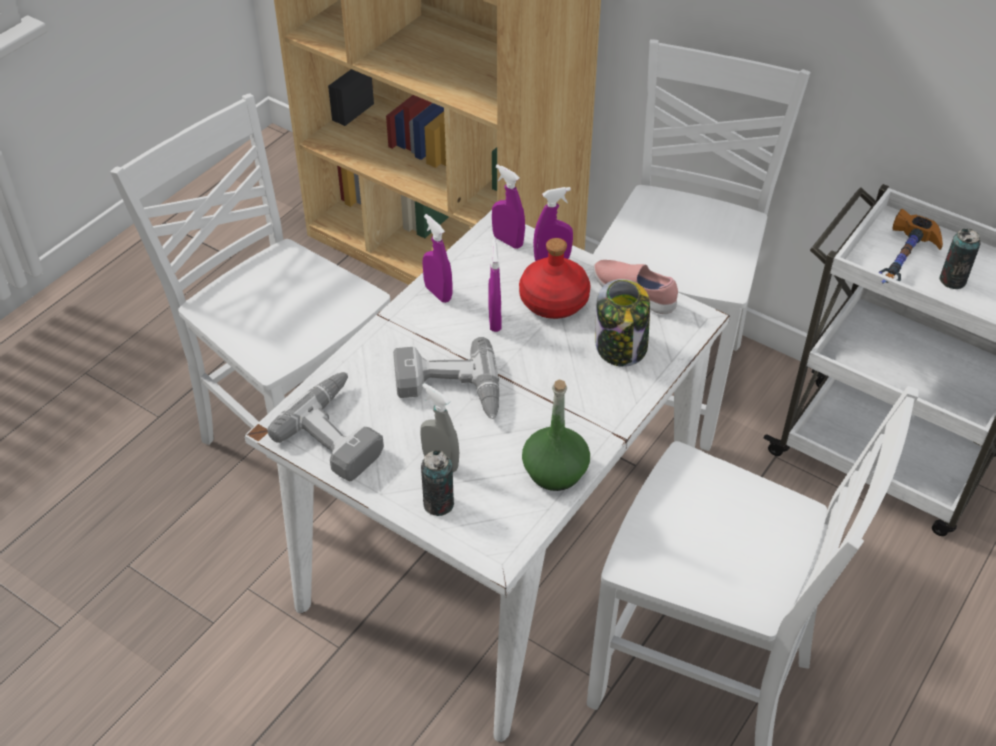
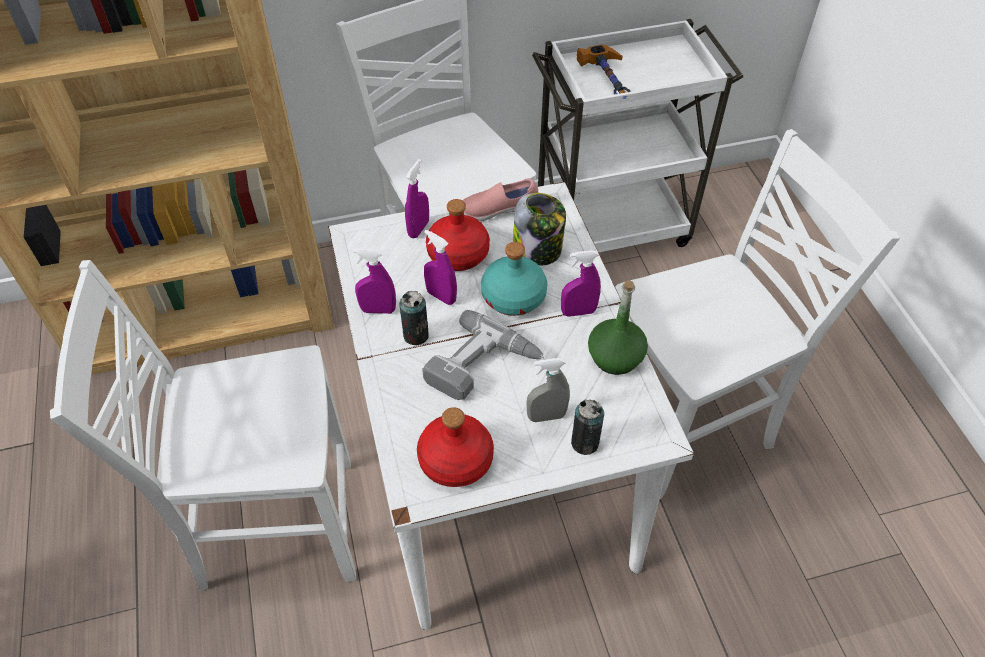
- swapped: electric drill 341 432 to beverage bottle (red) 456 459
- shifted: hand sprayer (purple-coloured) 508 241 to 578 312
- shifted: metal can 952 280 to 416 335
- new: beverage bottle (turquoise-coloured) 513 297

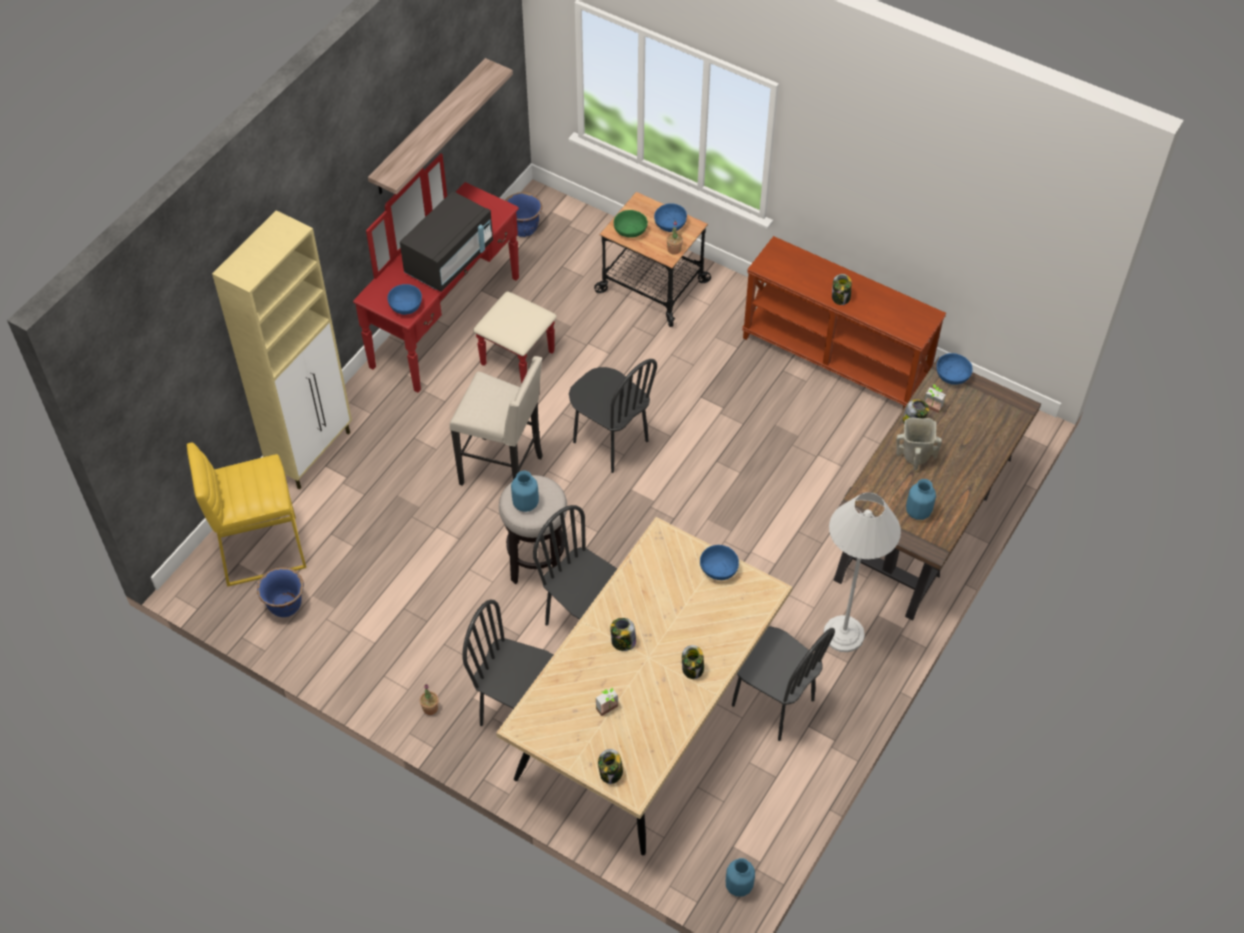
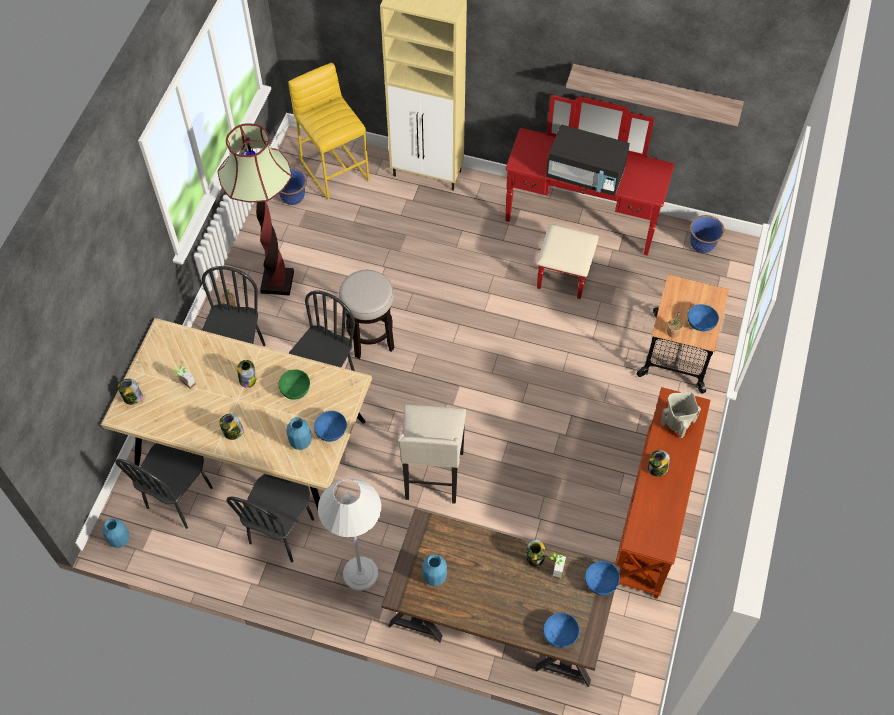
- shifted: bowl (blue-coloured) 406 306 to 560 634
- shifted: stool (beige-coloured) 503 470 to 433 477
- shifted: flower vase (blue-coloured) 525 504 to 300 442
- shifted: upright chair (black-coloured) 610 442 to 180 498
- shifted: bowl (green) 630 230 to 295 389
- shifted: flower vase (beige-coloured) 914 456 to 677 422
- new: standard lamp 277 282

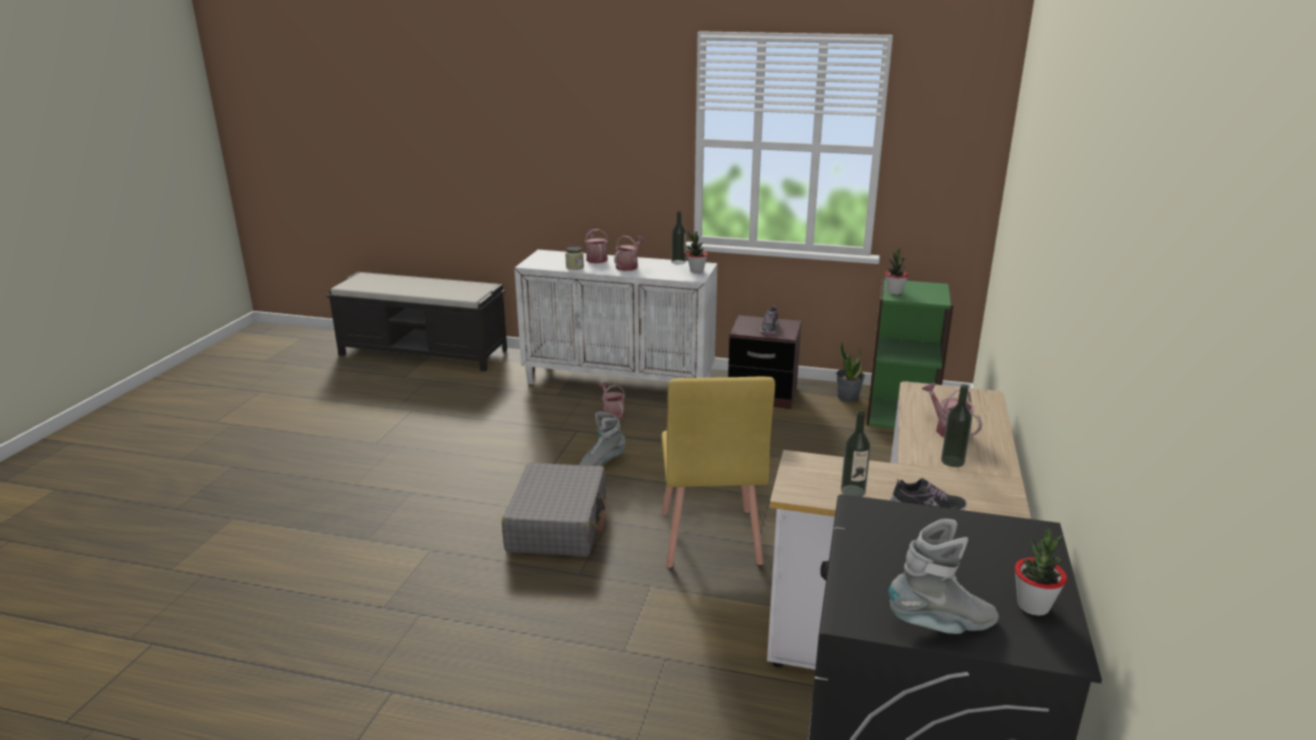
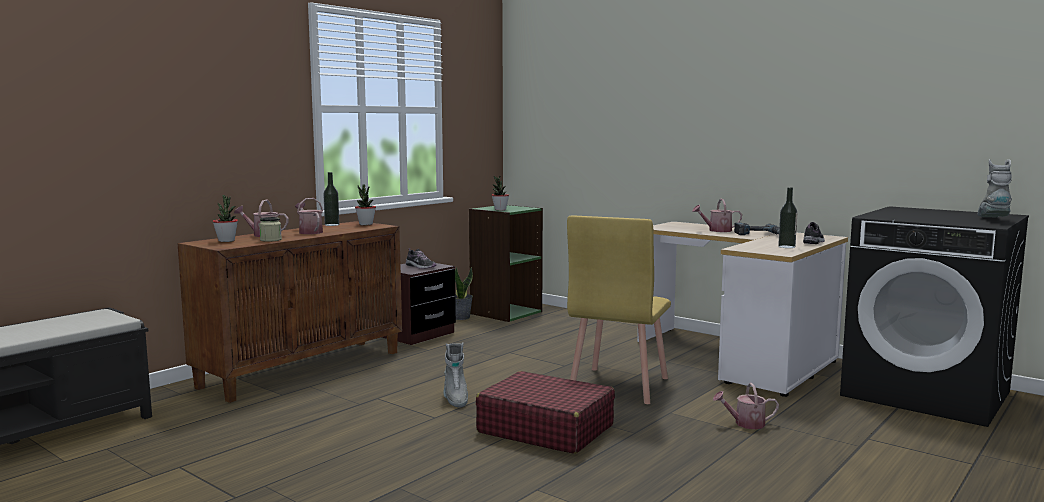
- repainted: suitcase (grey) 558 524 to suitcase (red) 545 429
- repainted: cabinet (white-coloured) 620 381 to cabinet (brownish) 303 368
- shifted: sprinkling can 612 413 to 745 424
- rotated: upright chair (yellow) 709 538 = 617 385 90 degrees clockwise
- swapped: beverage bottle 952 461 to electric drill 758 234
- shifted: houseplant 1033 606 to 226 241

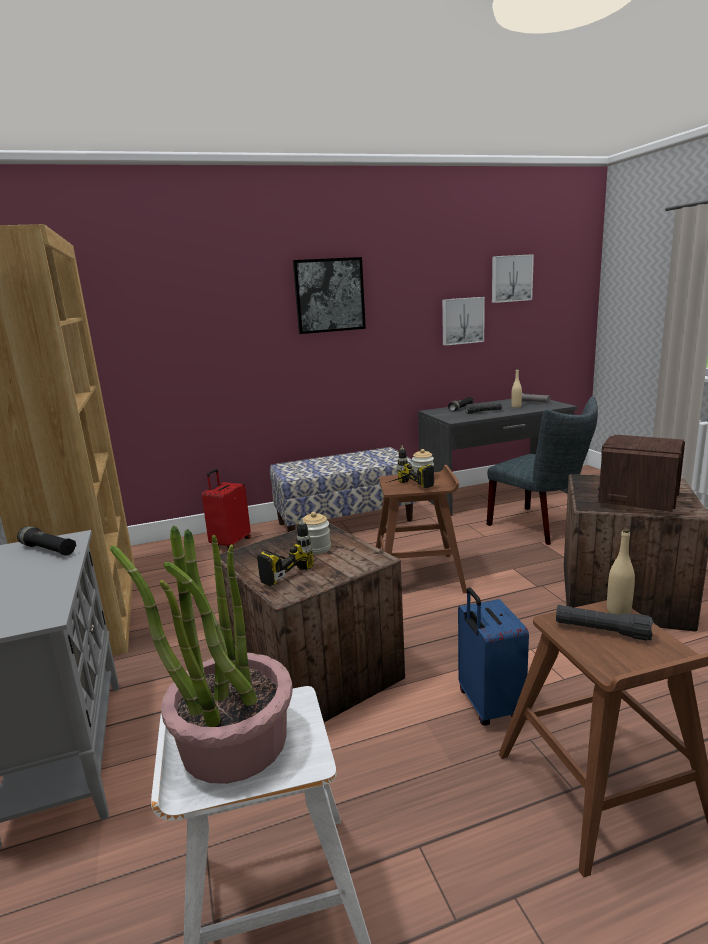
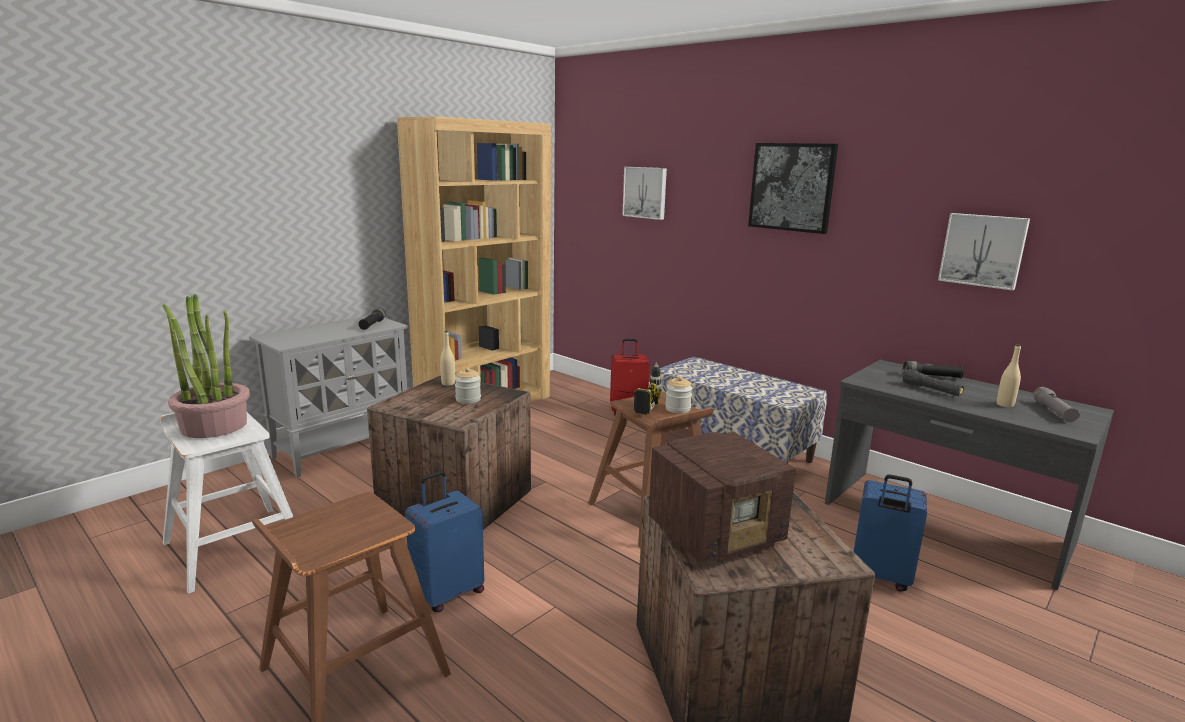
- gone: electric drill 276 570
- swapped: upright chair (grey) 541 527 to suitcase (blue-coloured) 879 577
- shifted: picture 511 278 to 645 192
- gone: torch (black-coloured) 601 631
- rotated: radio receiver 637 501 = 717 533 150 degrees clockwise
- shifted: beverage bottle (beige-coloured) 618 612 to 448 383

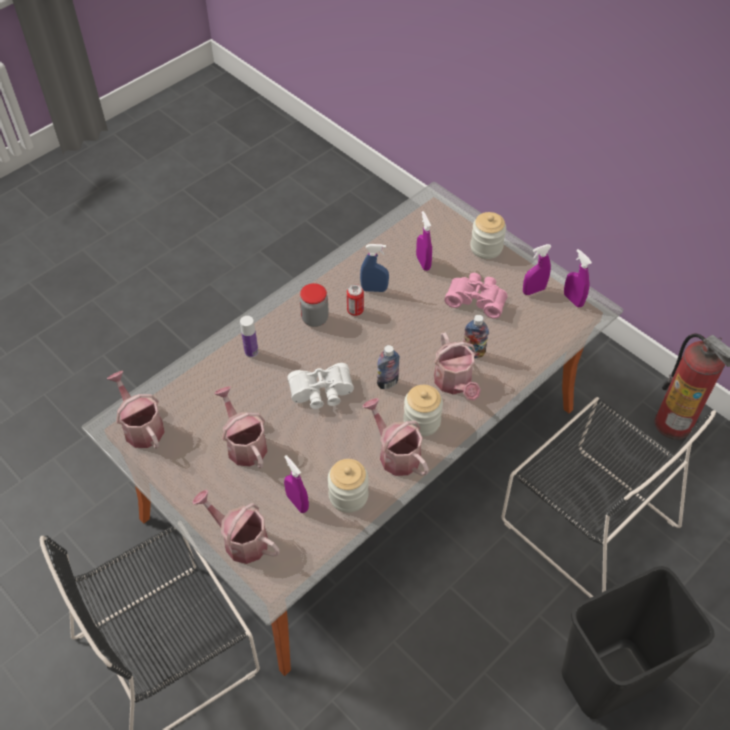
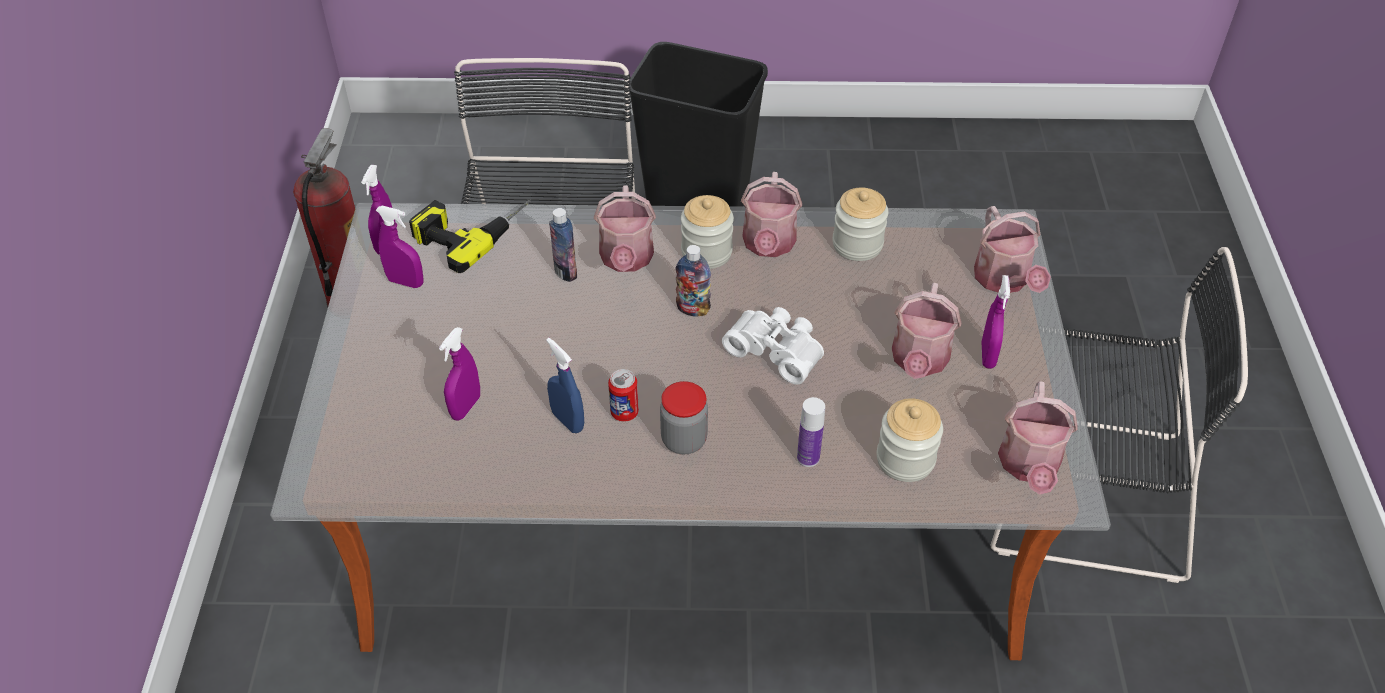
- shifted: hand sprayer (purple-coloured) 297 502 to 988 355
- rotated: sprinkling can 455 383 = 626 259 150 degrees clockwise
- gone: binoculars (pink) 476 299
- shifted: preserve jar 486 248 to 905 459
- new: electric drill 471 228

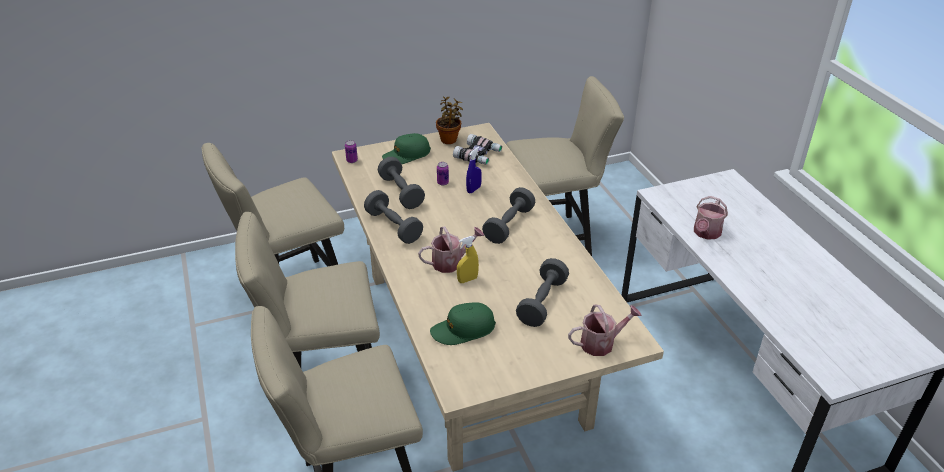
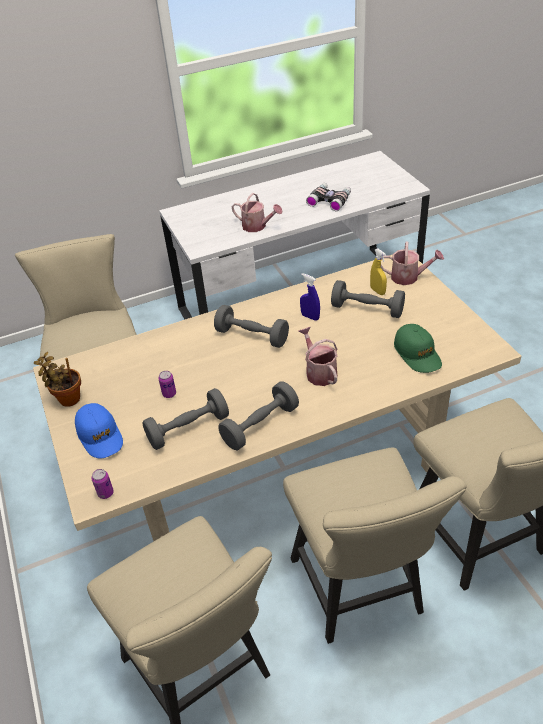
- repainted: baseball cap (green) 406 155 to baseball cap (blue-coloured) 100 436
- shifted: binoculars 478 155 to 330 200
- shifted: hand sprayer (yellow) 467 280 to 377 291
- shifted: hand sprayer (blue-coloured) 473 189 to 310 317
- rotated: sprinkling can 601 343 = 408 277 120 degrees clockwise

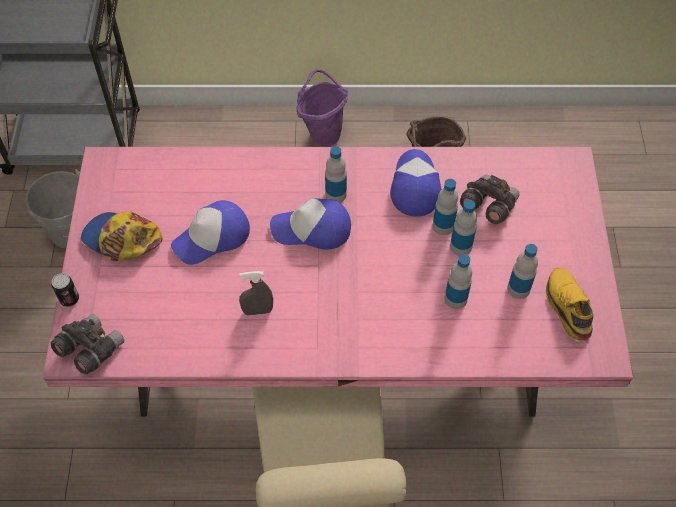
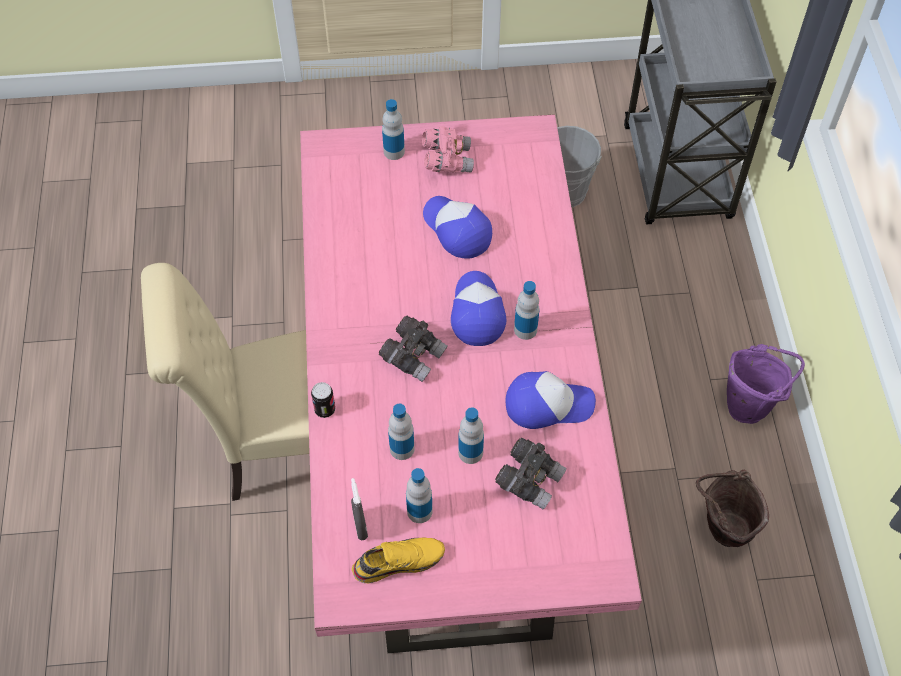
- shifted: metal can 69 299 to 325 409
- shifted: binoculars (grey) 90 350 to 413 356
- swapped: baseball cap 121 239 to binoculars (pink) 447 160
- shifted: hand sprayer (grey) 257 311 to 360 526
- shifted: beverage bottle 443 226 to 394 152

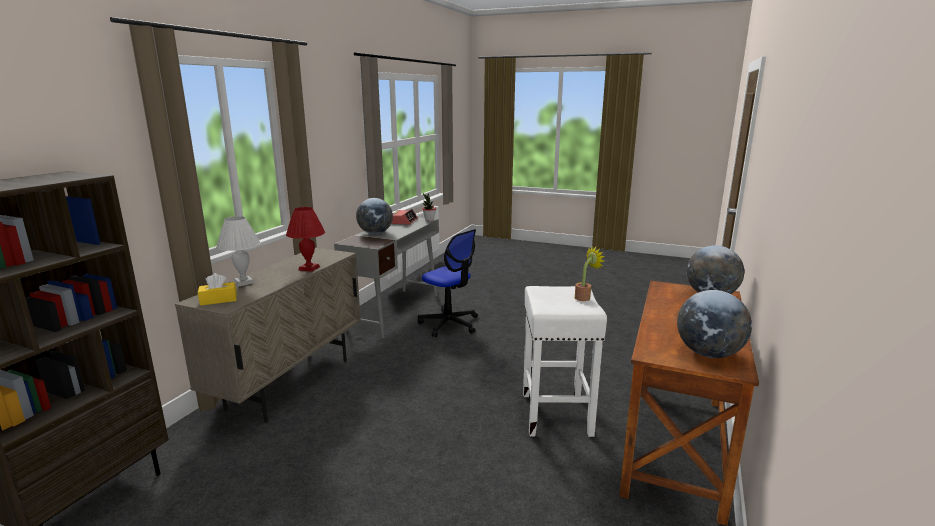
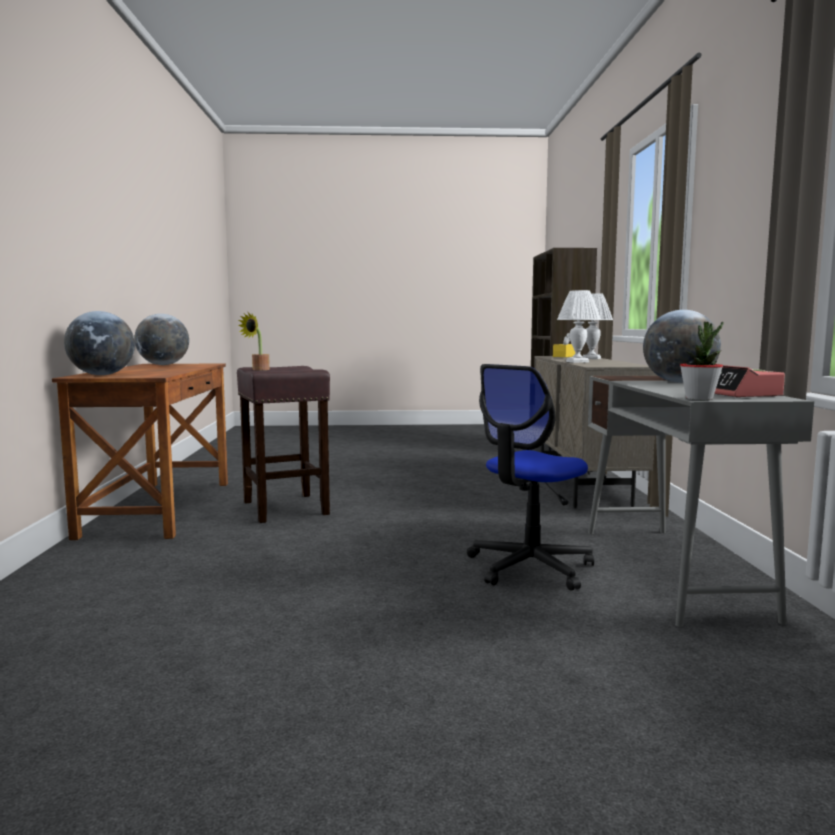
- repainted: table lamp (red) 309 268 to table lamp (white-coloured) 578 362
- rotated: desk chair 449 324 = 529 567 60 degrees counterclockwise
- repainted: stool (white-coloured) 555 413 to stool (brownish) 286 508

